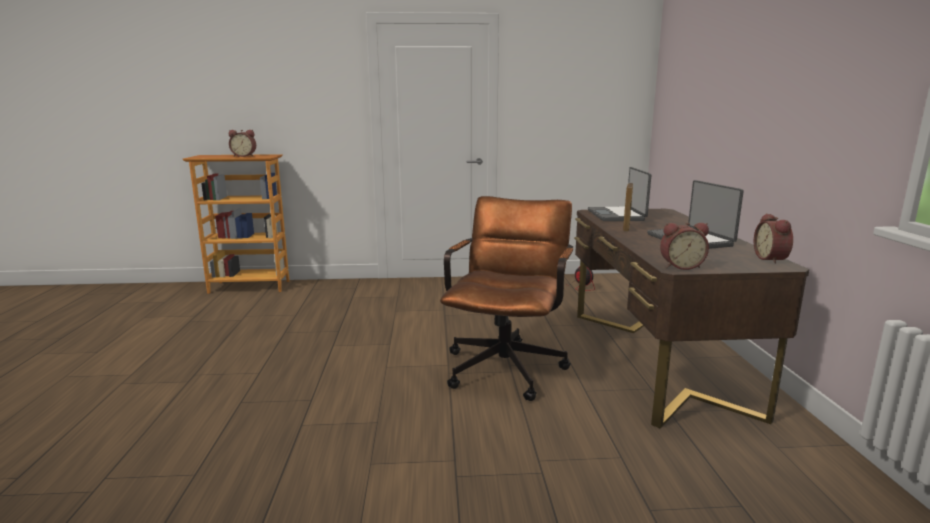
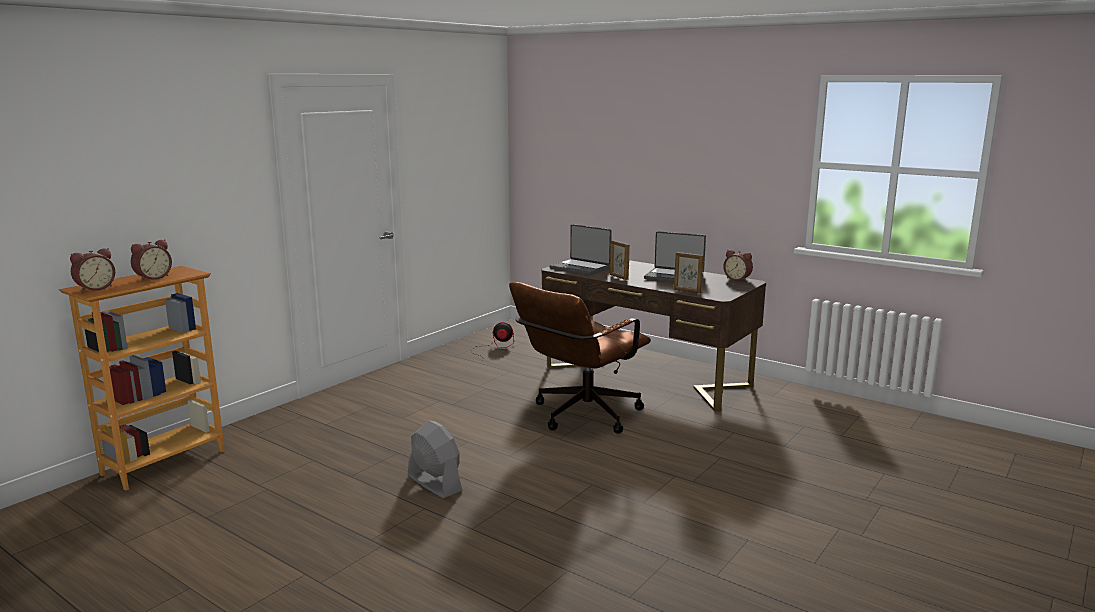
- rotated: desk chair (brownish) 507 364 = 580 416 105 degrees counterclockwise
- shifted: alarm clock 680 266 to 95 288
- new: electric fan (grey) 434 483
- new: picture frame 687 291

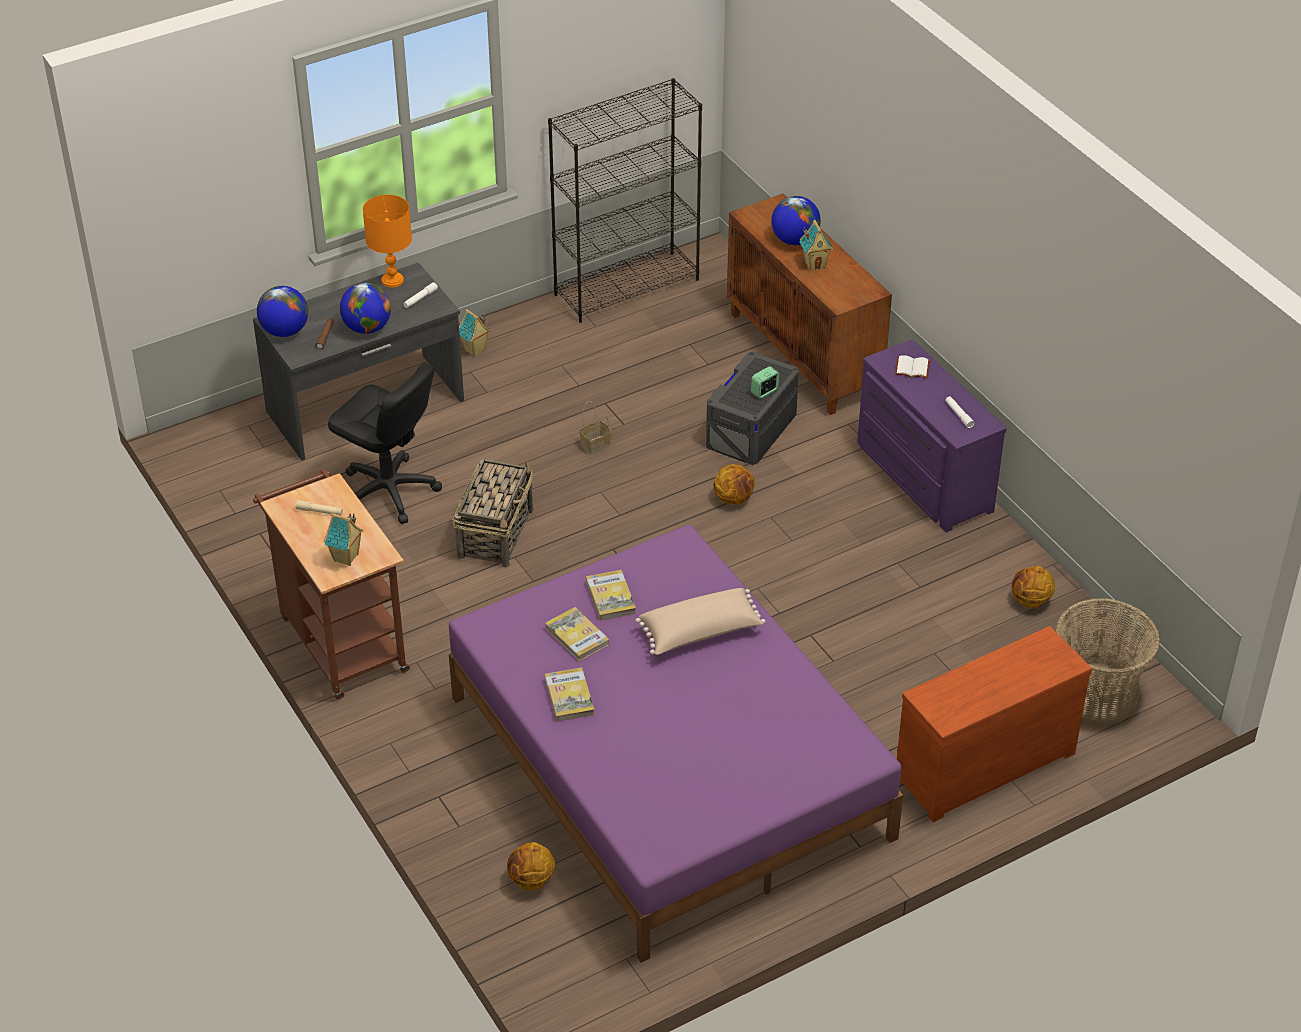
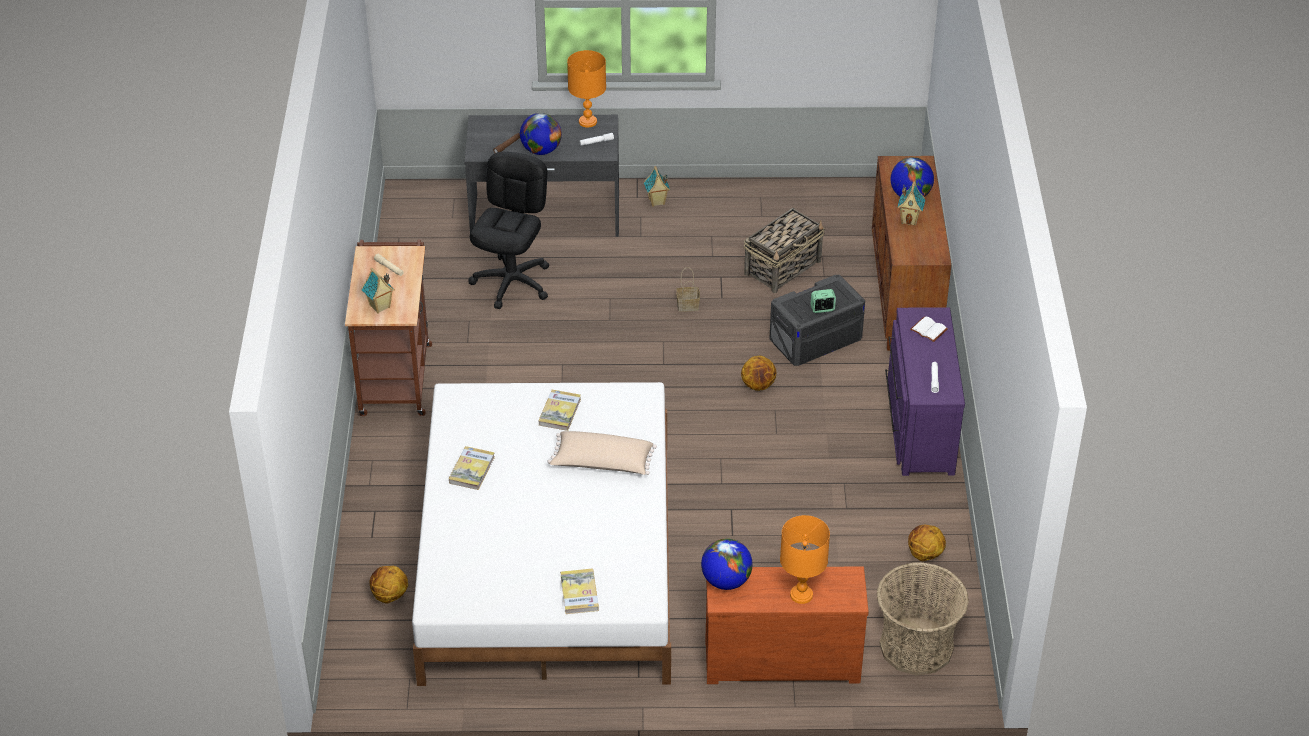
- shifted: world globe 285 331 to 726 581
- rotated: desk chair (black-coloured) 389 491 = 512 282 135 degrees counterclockwise
- repainted: sleeping bed (purple-coloured) 668 767 to sleeping bed (white-coloured) 547 559
- shifted: storage basket 496 533 to 783 267
- shifted: volume 577 636 to 579 593
- gone: shelving unit (black-coloured) 627 286
- new: table lamp (orangey) 801 595

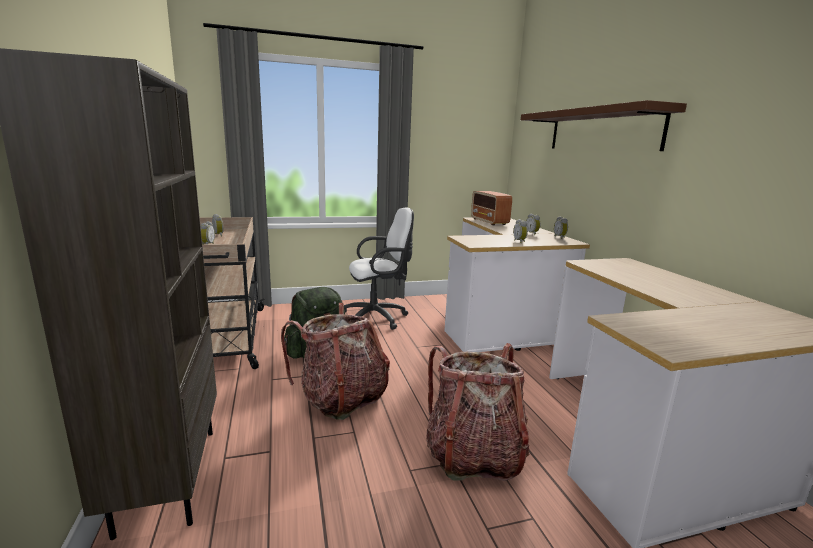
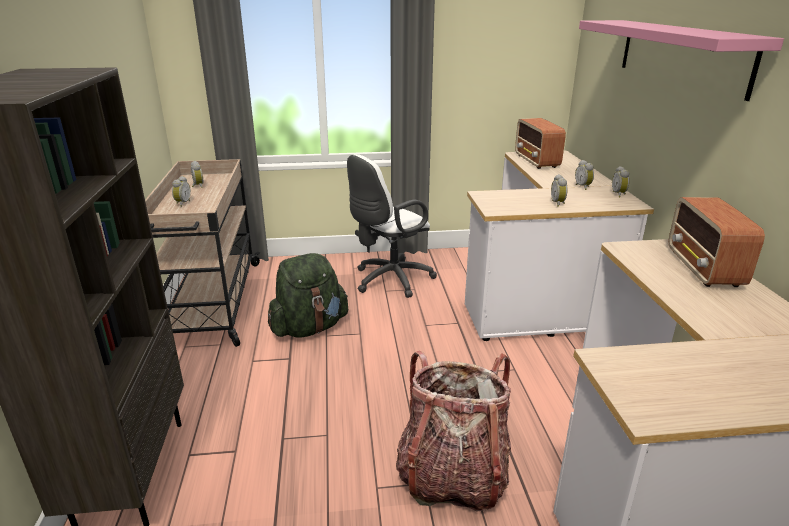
- gone: rucksack 341 398
- rotated: desk chair (white-coloured) 378 318 = 389 280 150 degrees clockwise
- repainted: bracket shelf (brownish) 601 130 to bracket shelf (pink) 681 54
- new: radio receiver 704 268

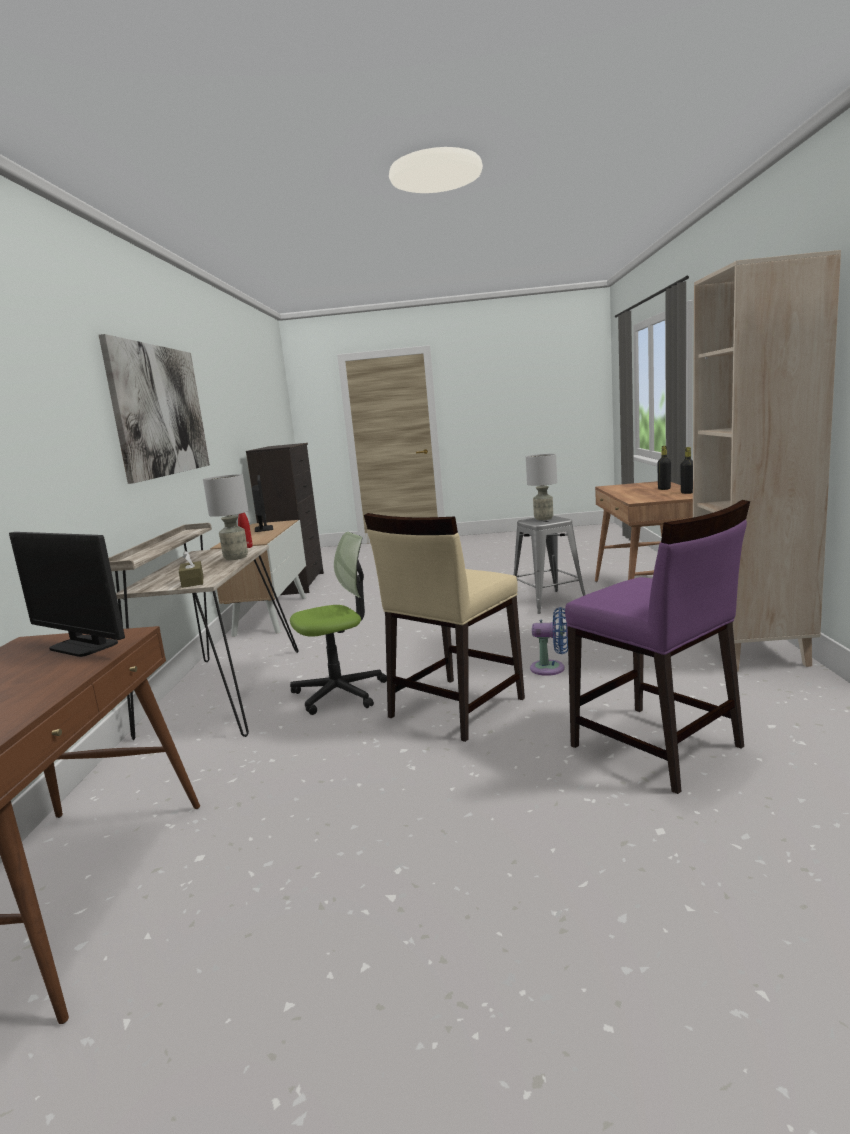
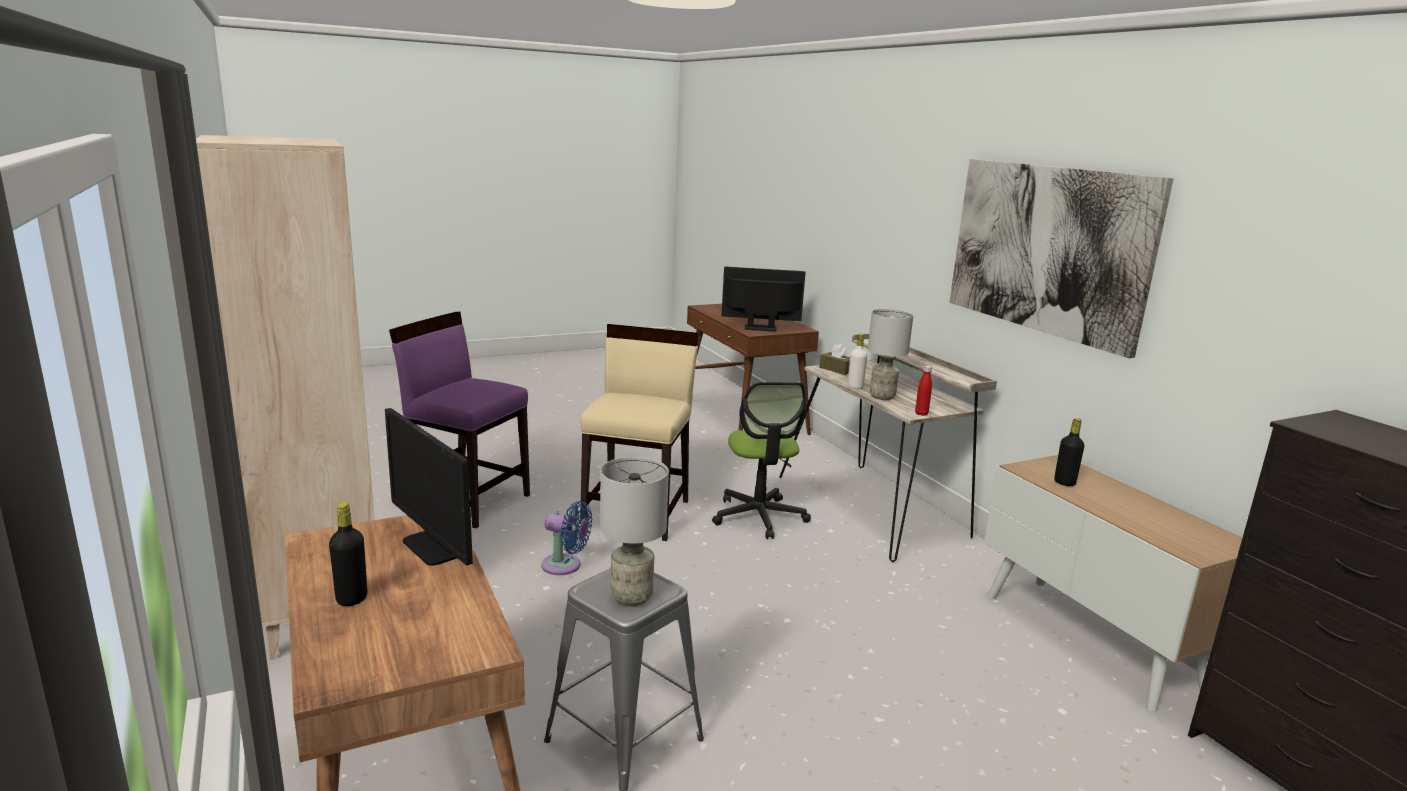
- shifted: computer display 263 529 to 436 547
- rotated: desk chair 340 693 = 759 517 45 degrees counterclockwise
- rotated: electric fan (blue-coloured) 551 668 = 565 566 150 degrees counterclockwise
- shifted: beverage bottle (black-coloured) 687 493 to 1064 483
- new: beverage bottle (white-coloured) 855 387

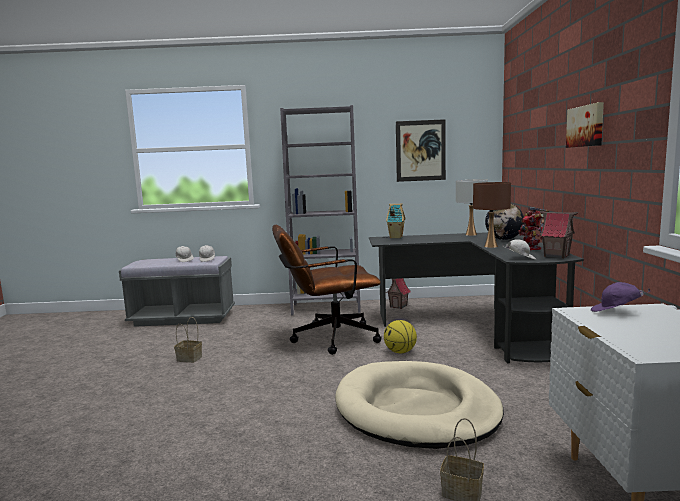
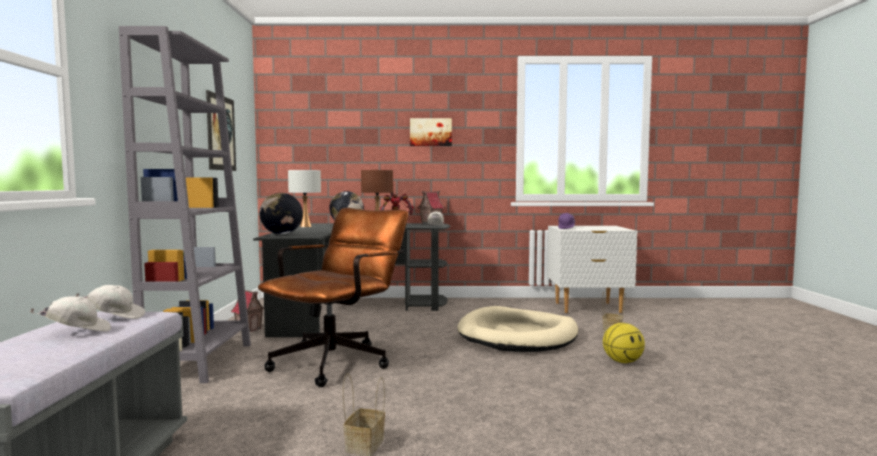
- rotated: desk chair (brownish) 327 338 = 339 360 135 degrees counterclockwise
- shifted: basketball ball 400 352 to 623 361
- swapped: model house 395 237 to world globe 281 234

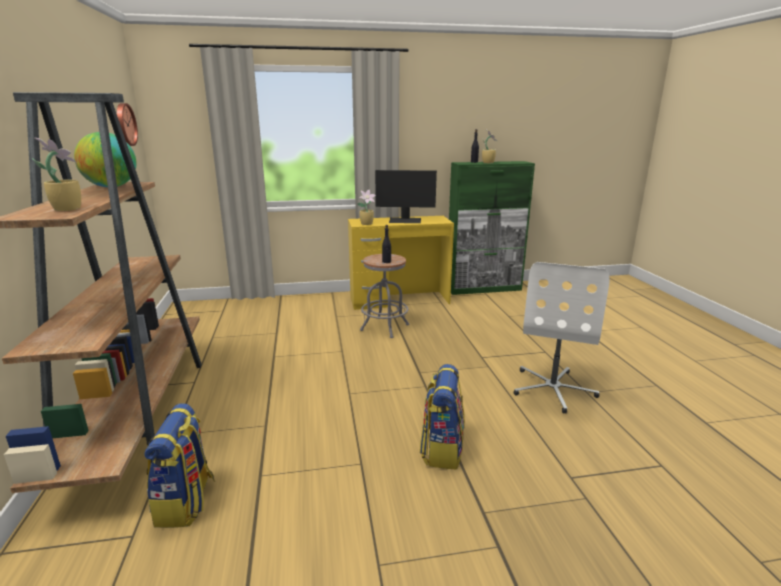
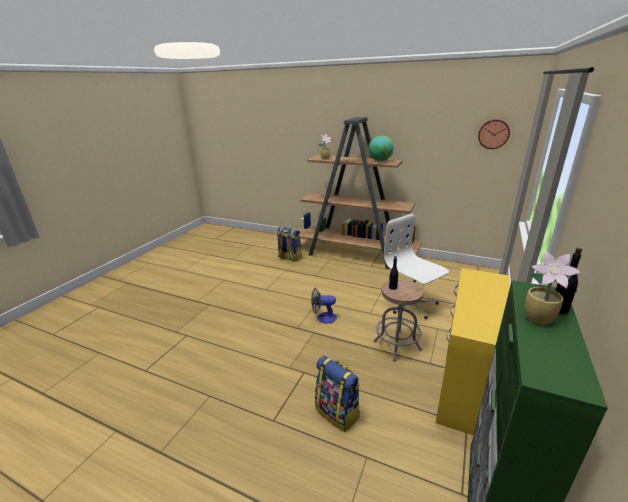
- gone: houseplant 367 224
- gone: computer display 405 220
- shifted: rucksack 442 449 to 338 412
- shifted: desk chair (white-coloured) 553 389 to 411 304
- new: electric fan 323 318

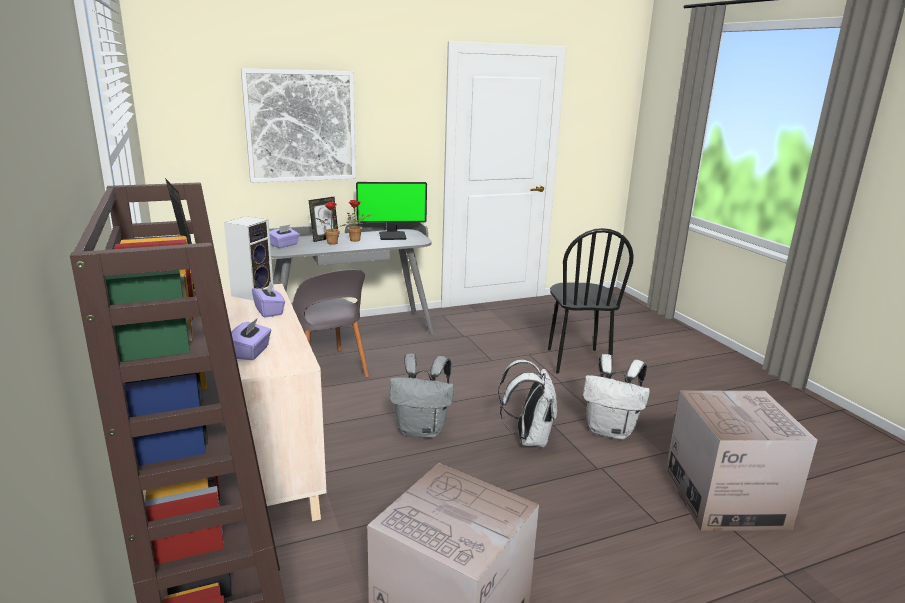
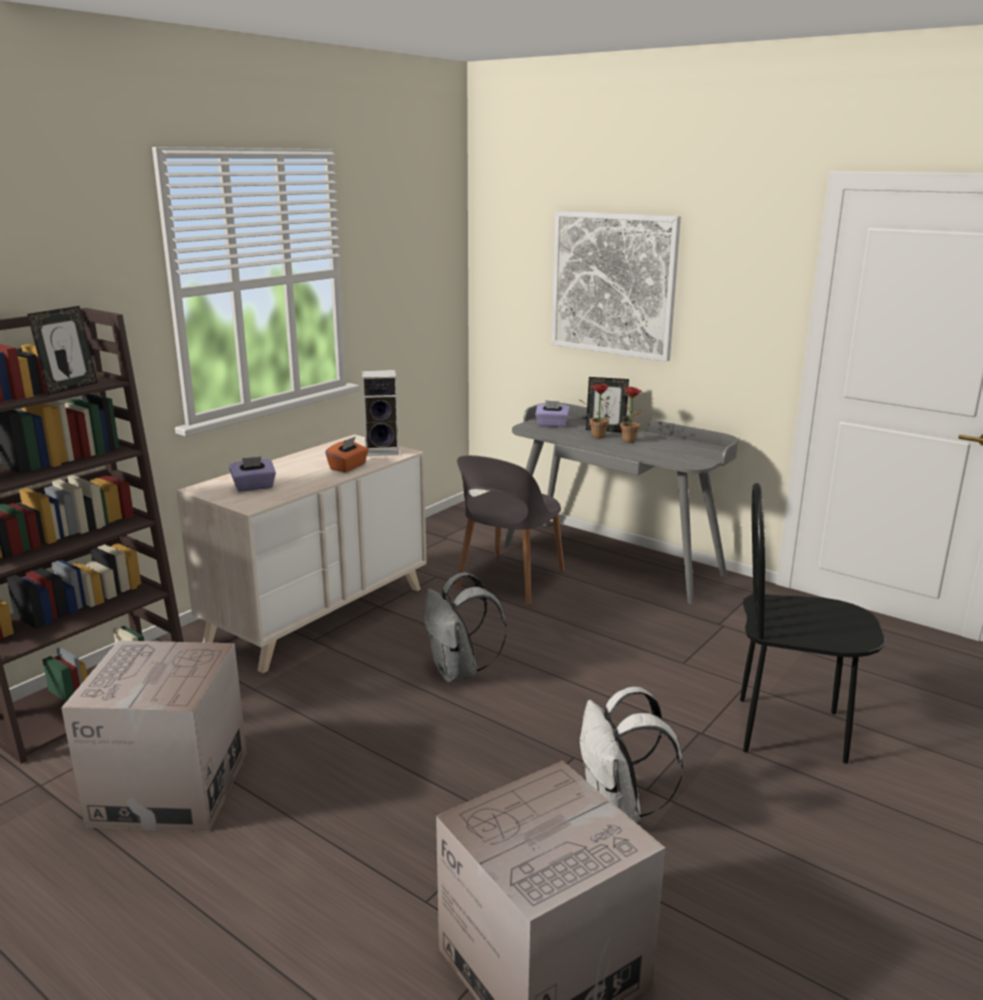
- repainted: box of tissues (purple-coloured) 269 311 to box of tissues (orangey) 348 467
- gone: computer display 393 236
- gone: rucksack (white-coloured) 528 438
- rotated: upright chair (black-coloured) 577 361 = 790 730 45 degrees clockwise

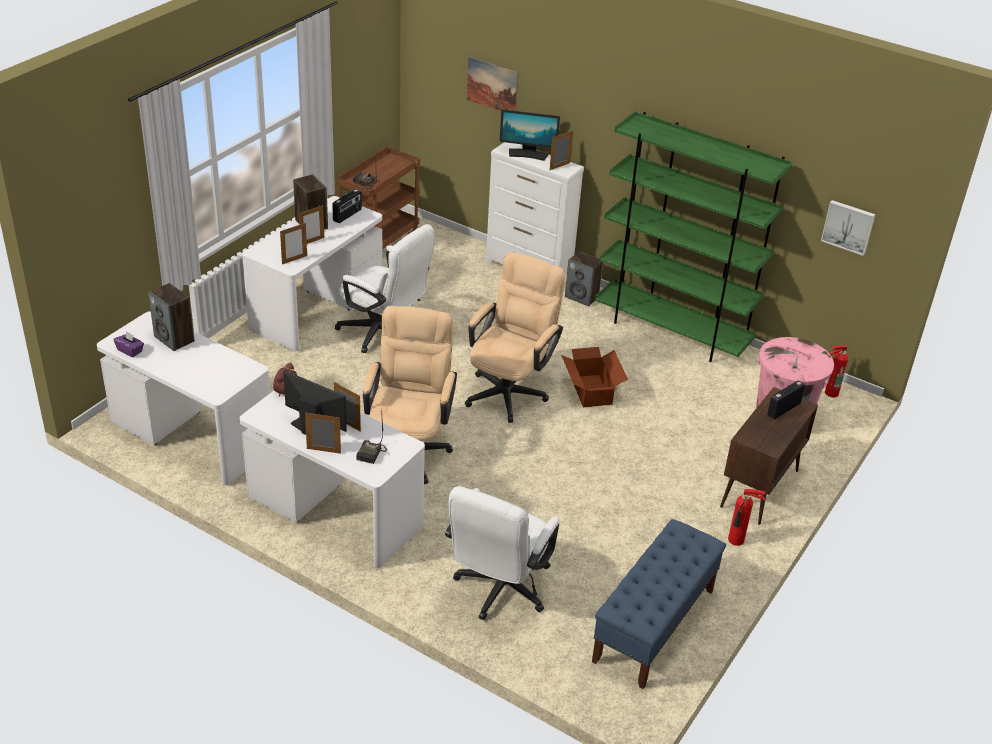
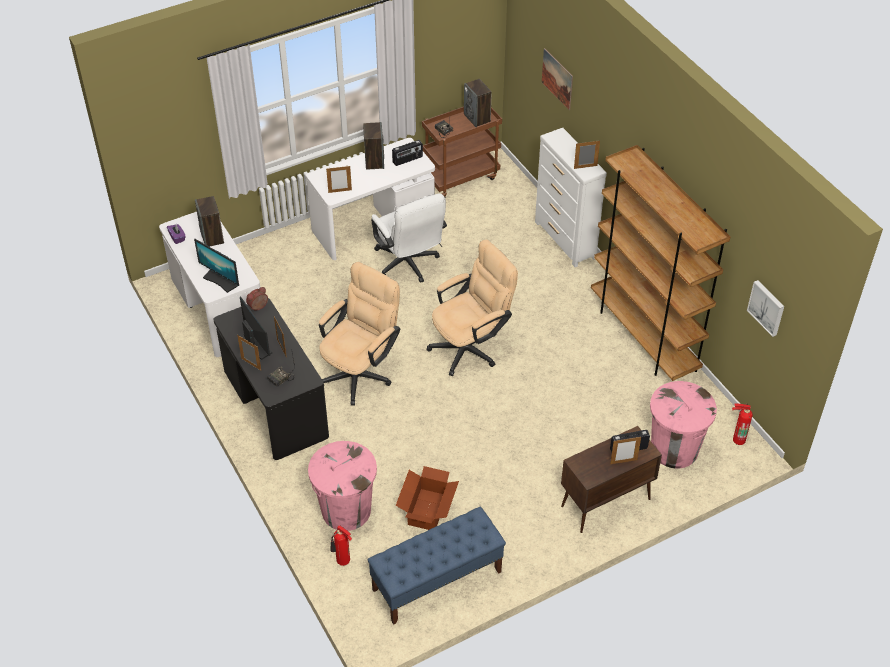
- repainted: desk table (white-coloured) 333 512 to desk table (black-coloured) 274 405
- shifted: picture frame 312 241 to 623 461
- swapped: desk chair (white-coloured) 499 591 to waste bin (pink) 346 510
- shifted: computer display 528 154 to 221 280
- shifted: packing box 590 391 to 427 510
- shifted: speaker 582 297 to 477 118
- repainted: shelving unit (green) 672 332 to shelving unit (brownish) 644 336
- shifted: fire-fighting cylinder 737 541 to 343 561

